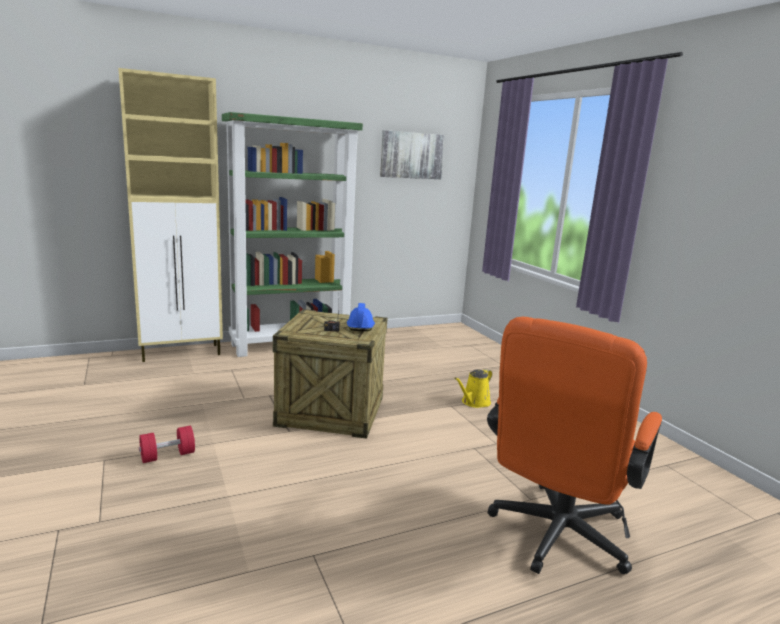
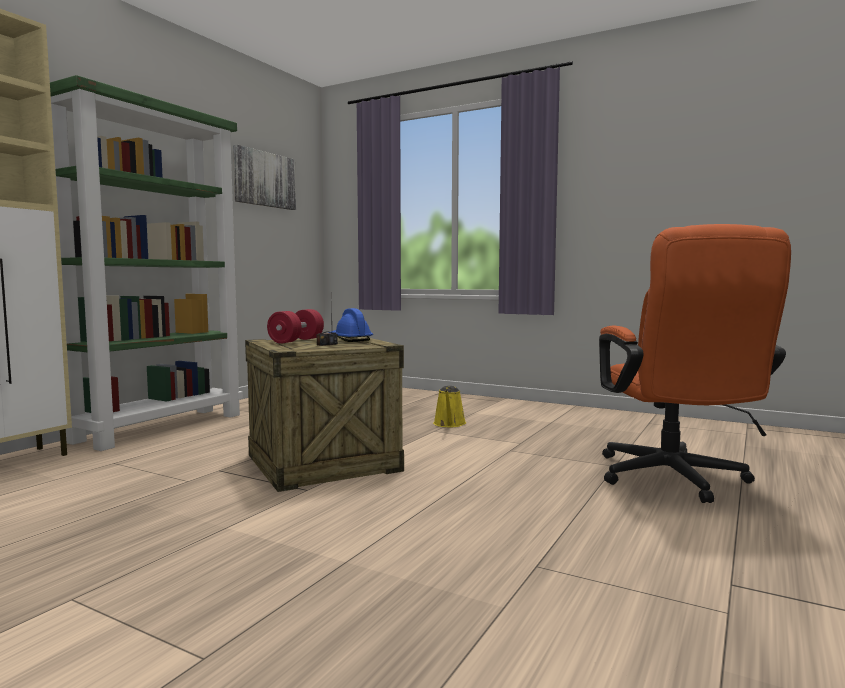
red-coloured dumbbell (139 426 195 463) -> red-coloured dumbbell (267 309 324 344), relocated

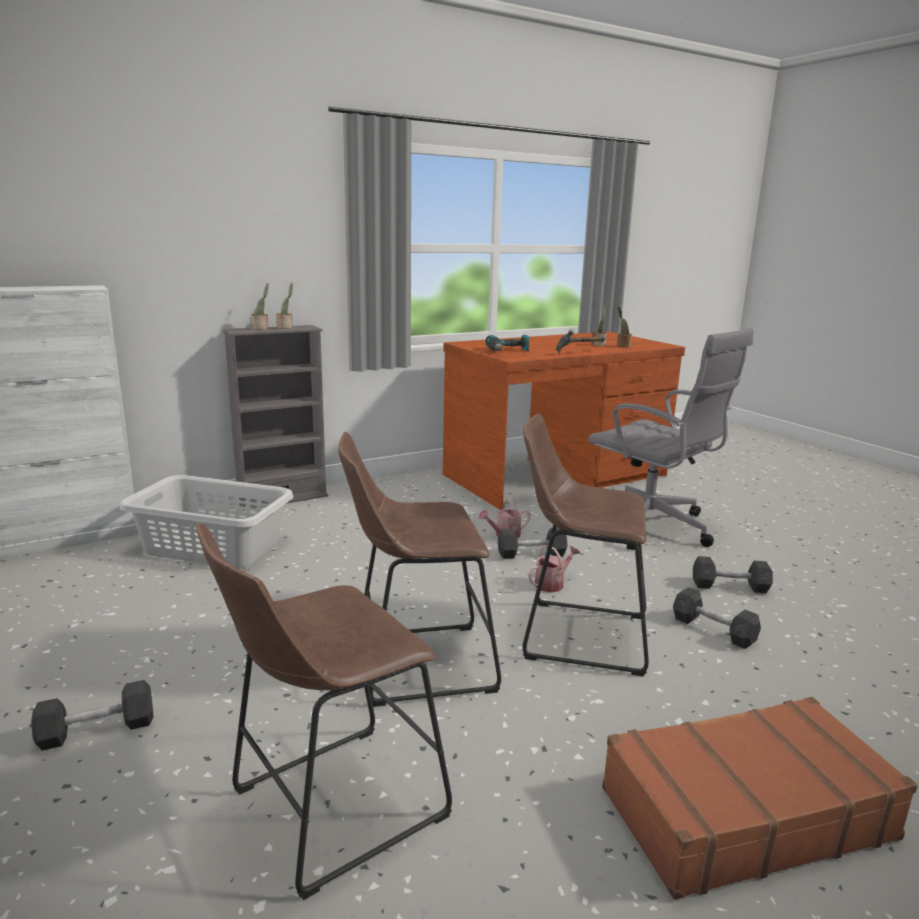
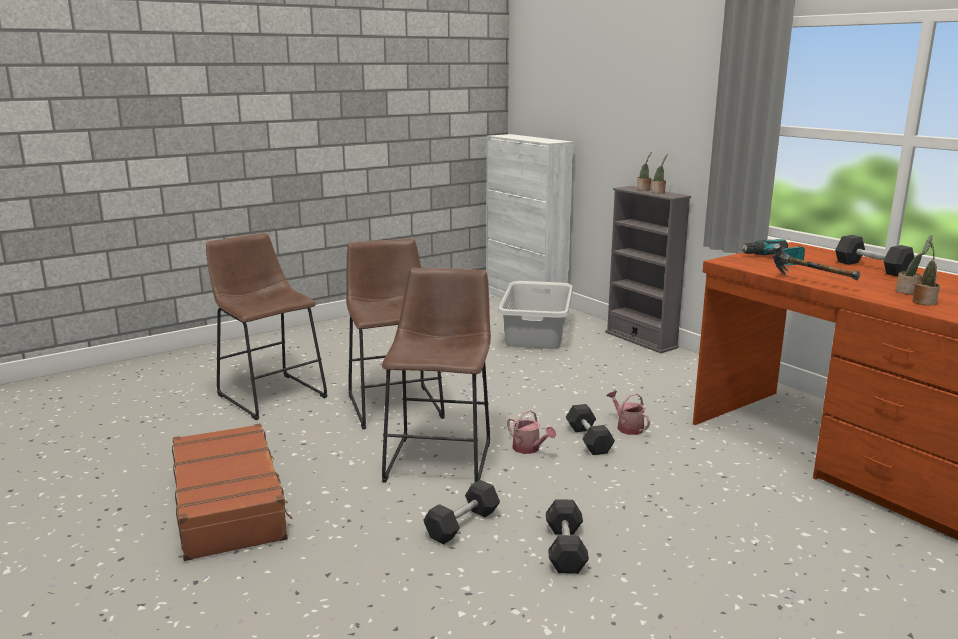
gray office chair (588 328 753 550) -> none
gray dumbbell (31 680 154 751) -> gray dumbbell (835 235 914 277), relocated

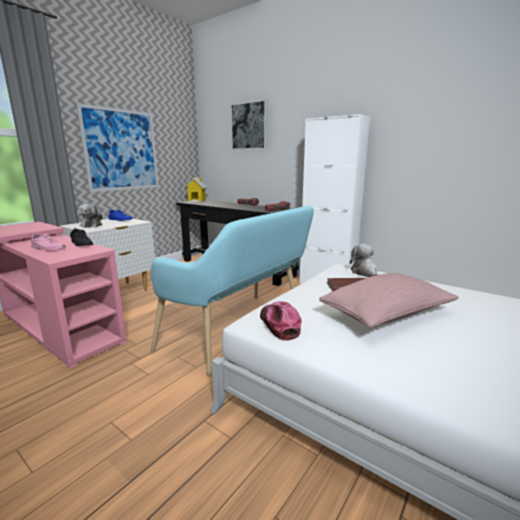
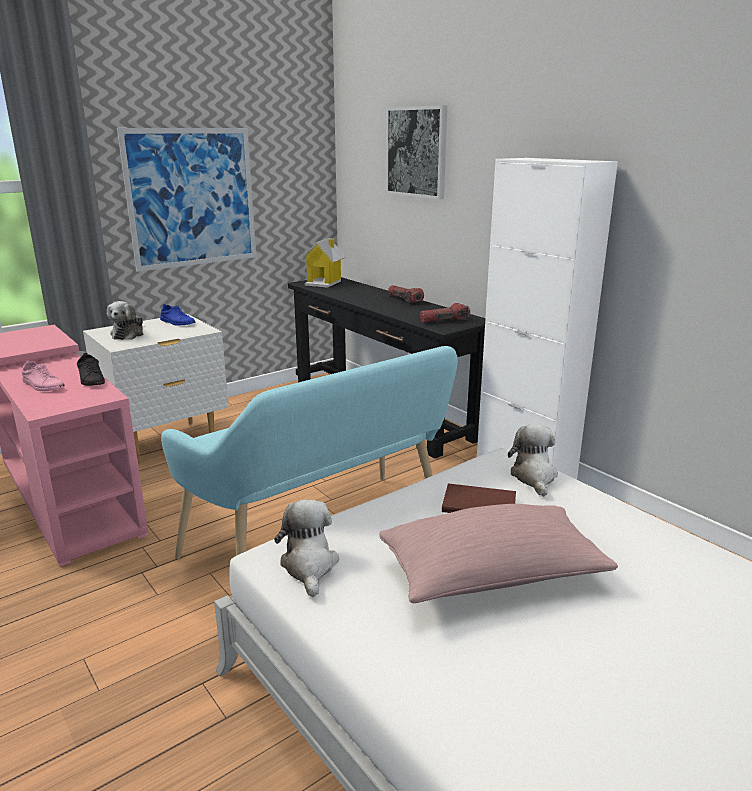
peaked cap (260 301 302 341) -> cuddly toy (274 499 339 597)

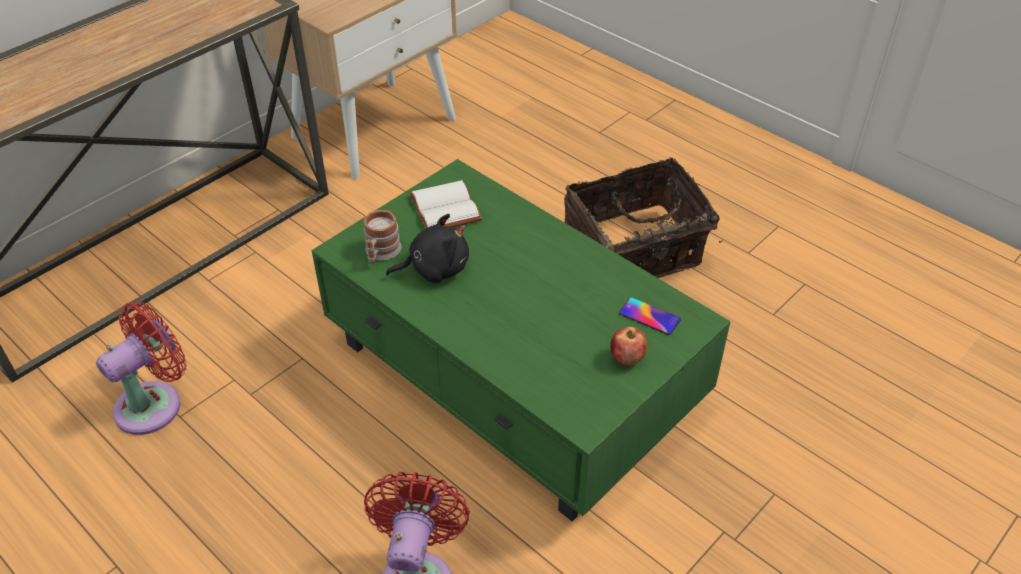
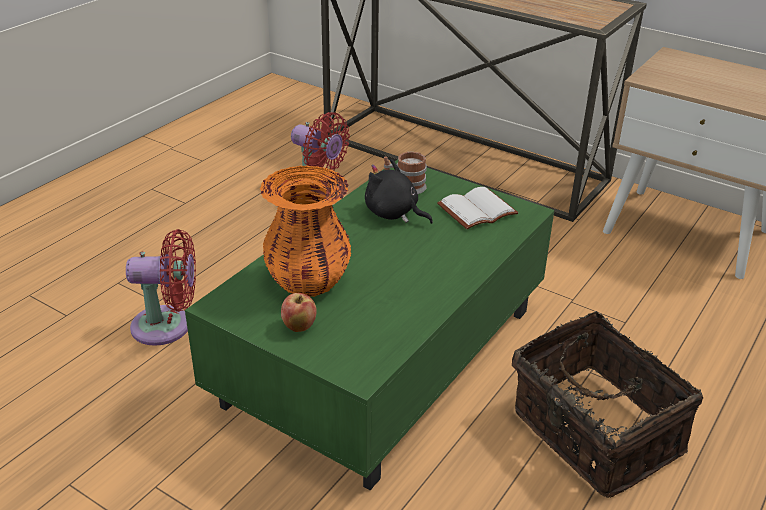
phone (619 297 681 335) -> none
none -> orangey vase (260 165 351 297)
black-coloured cuddly toy (386 214 469 283) -> black-coloured cuddly toy (365 159 433 224), 150 degrees clockwise

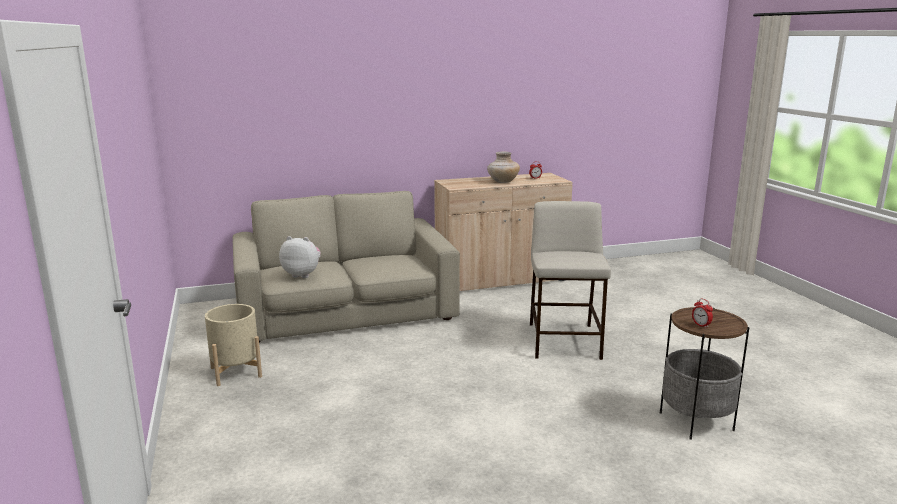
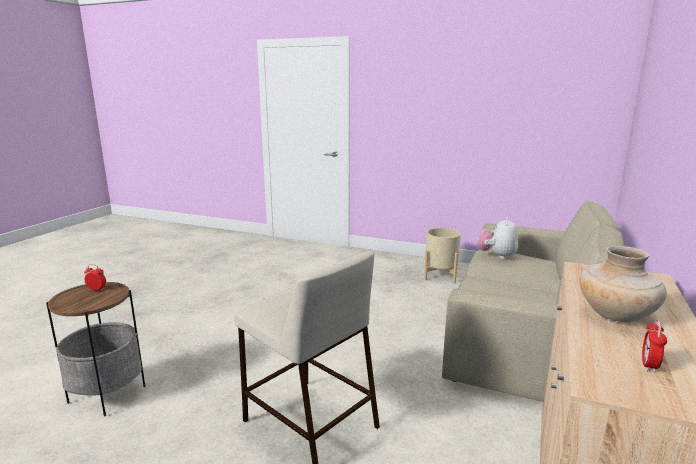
cuddly toy (279 236 321 278) -> cuddly toy (478 217 518 259), 150 degrees clockwise

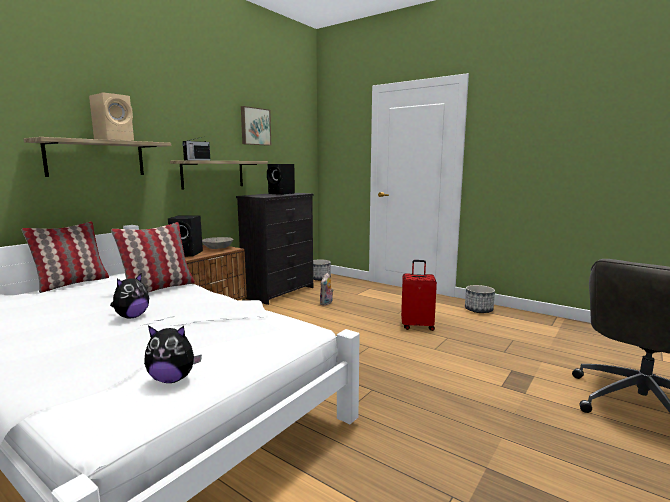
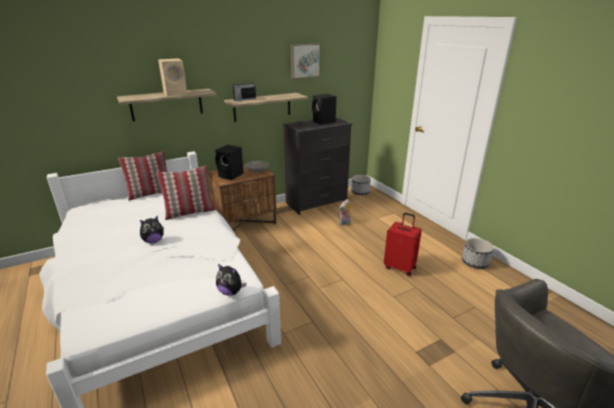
cuddly toy (144 326 202 383) -> cuddly toy (216 264 246 296), relocated

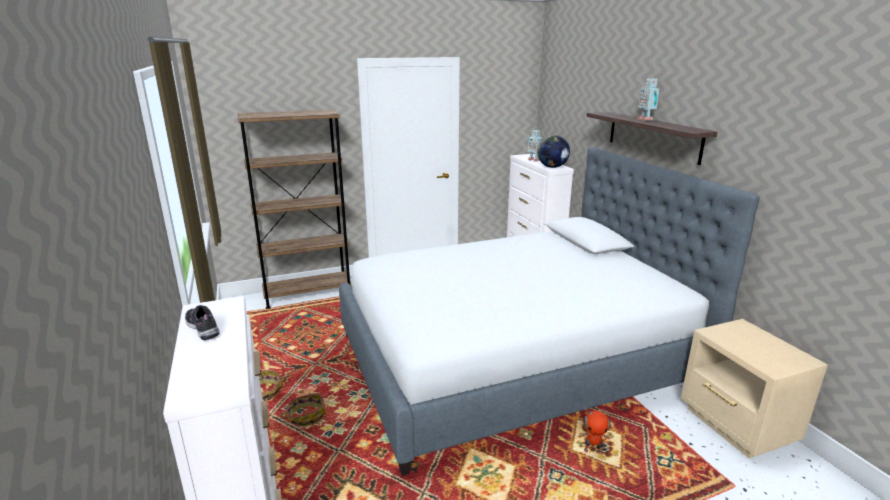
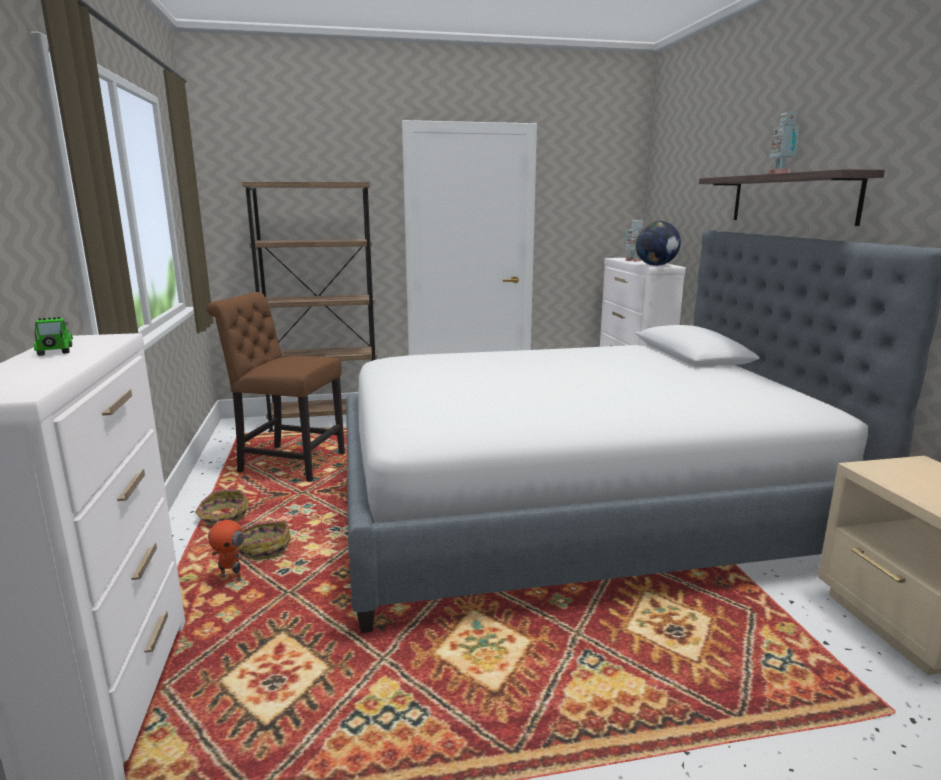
none -> brown-coloured chair (207 292 345 482)
model robot (580 407 610 454) -> model robot (208 513 247 582), relocated
shoe (185 305 220 340) -> miniature car (34 317 73 356)

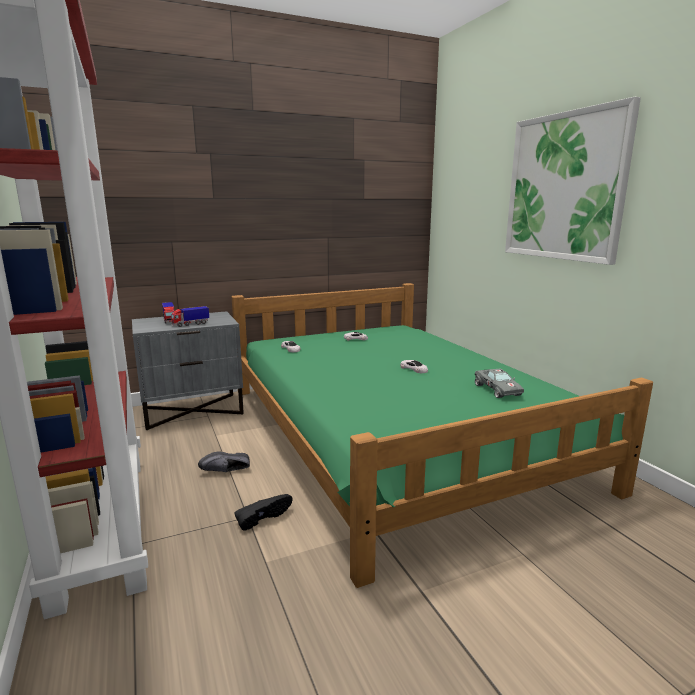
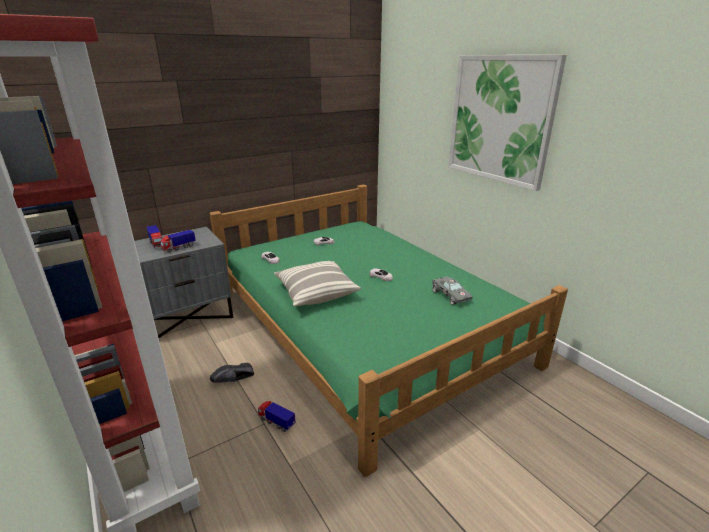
none -> throw pillow (274 261 361 306)
black-coloured shoe (234 494 293 531) -> toy truck (258 401 296 432)

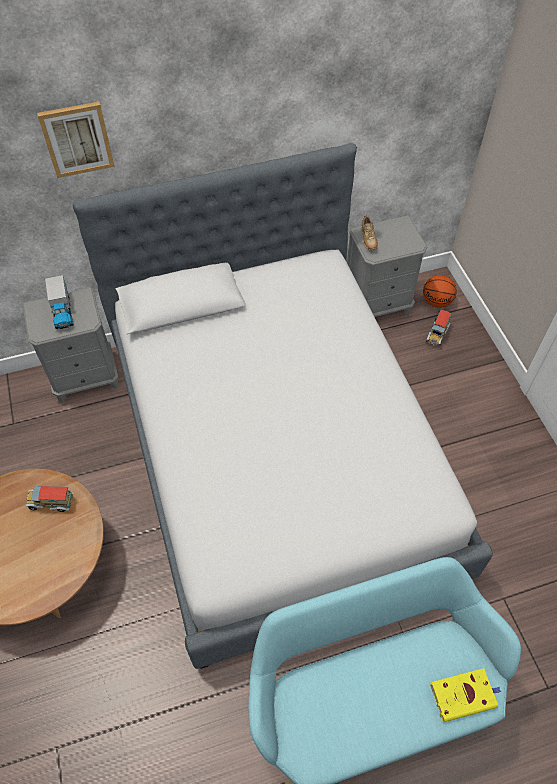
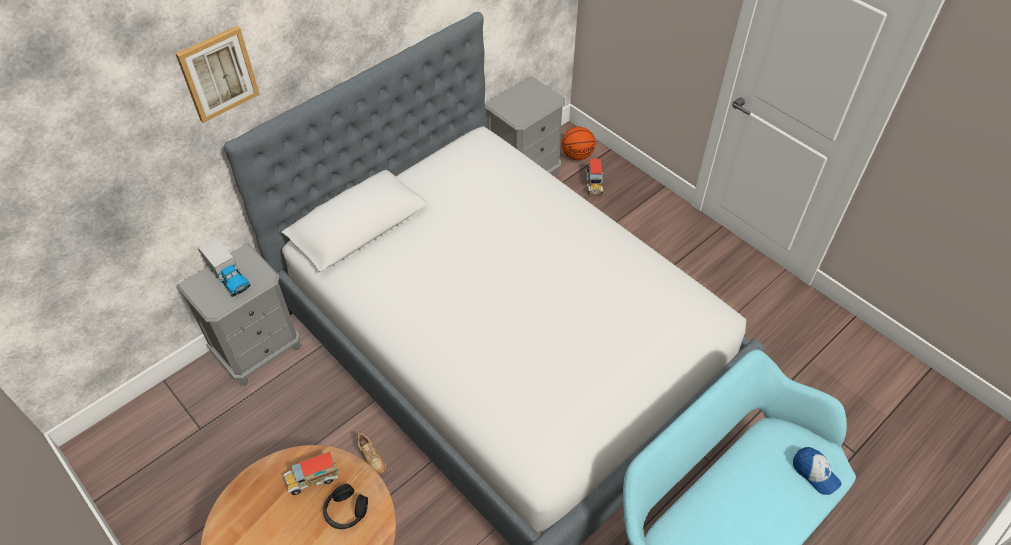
none -> black-coloured headphones (323 484 368 529)
beige-coloured shoe (361 215 378 250) -> beige-coloured shoe (357 433 386 474), relocated
yellow bound book (430 668 502 722) -> peaked cap (793 447 842 495)

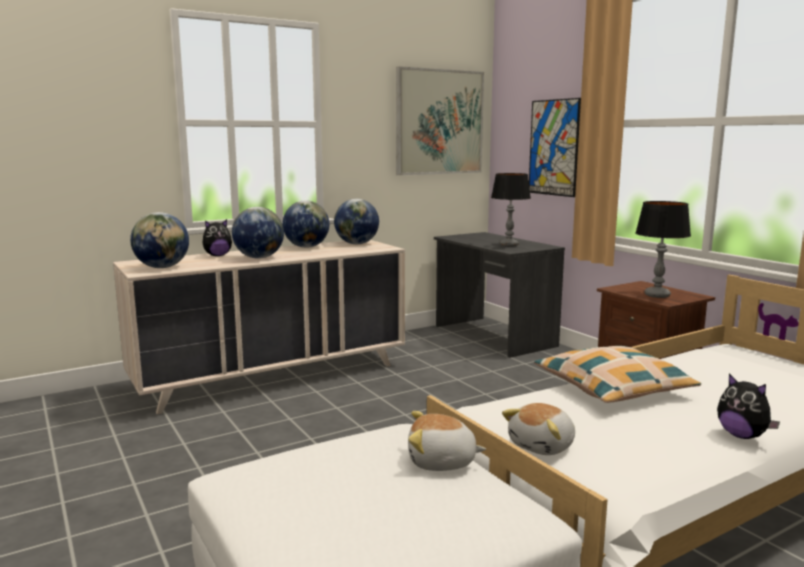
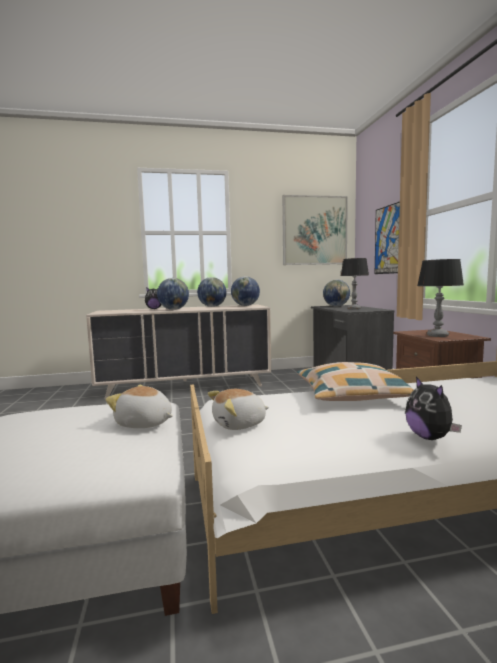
desk globe (130 212 189 268) -> desk globe (323 280 350 307), relocated

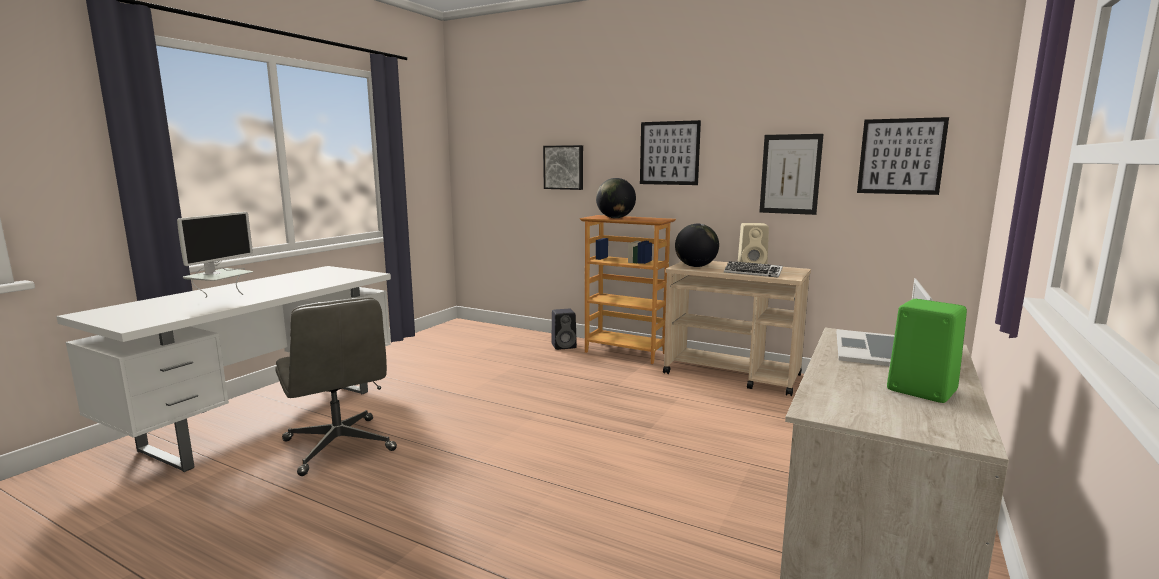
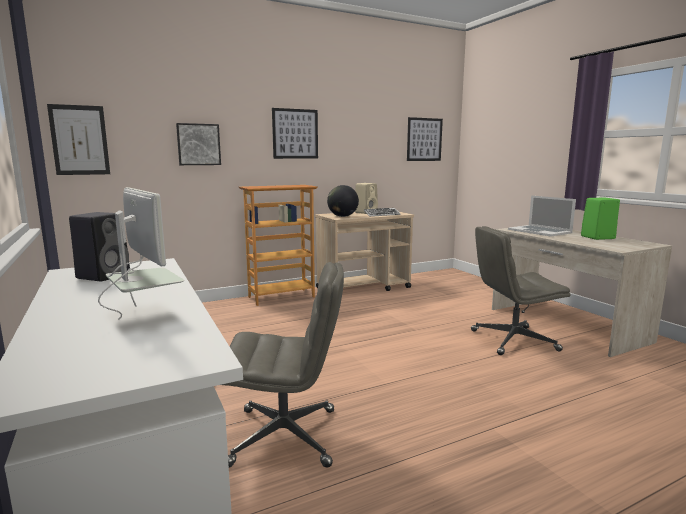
desk globe (596 178 636 218) -> none
none -> gray office chair (471 226 570 355)
black-coloured loudspeaker (551 309 577 350) -> black-coloured loudspeaker (69 212 130 281), relocated
wall art (759 134 823 215) -> wall art (47 104 110 175), relocated

